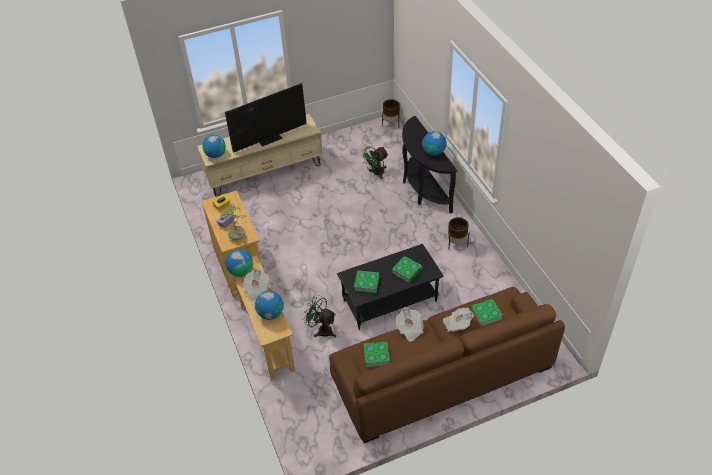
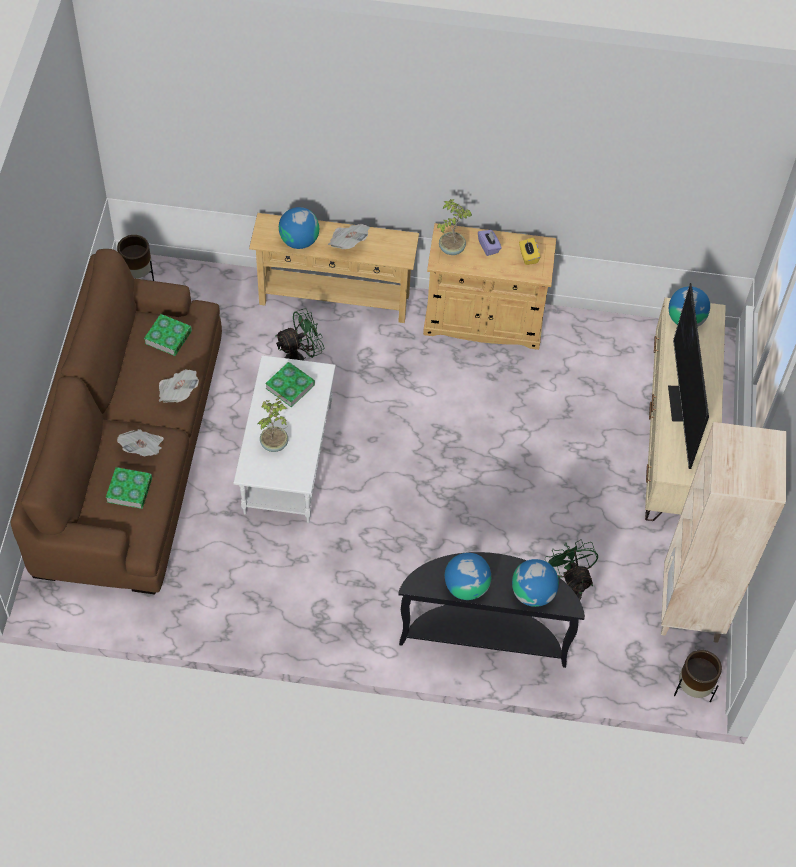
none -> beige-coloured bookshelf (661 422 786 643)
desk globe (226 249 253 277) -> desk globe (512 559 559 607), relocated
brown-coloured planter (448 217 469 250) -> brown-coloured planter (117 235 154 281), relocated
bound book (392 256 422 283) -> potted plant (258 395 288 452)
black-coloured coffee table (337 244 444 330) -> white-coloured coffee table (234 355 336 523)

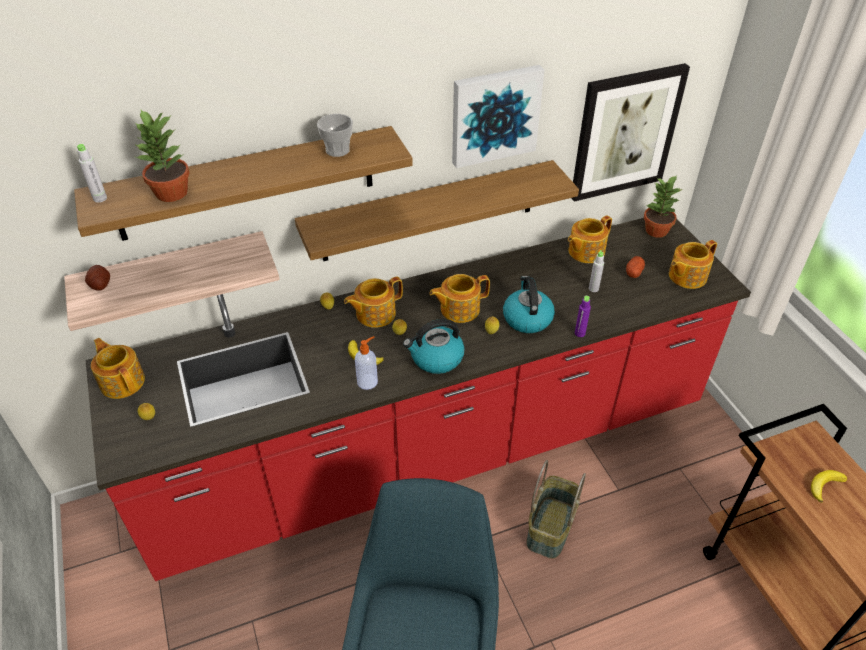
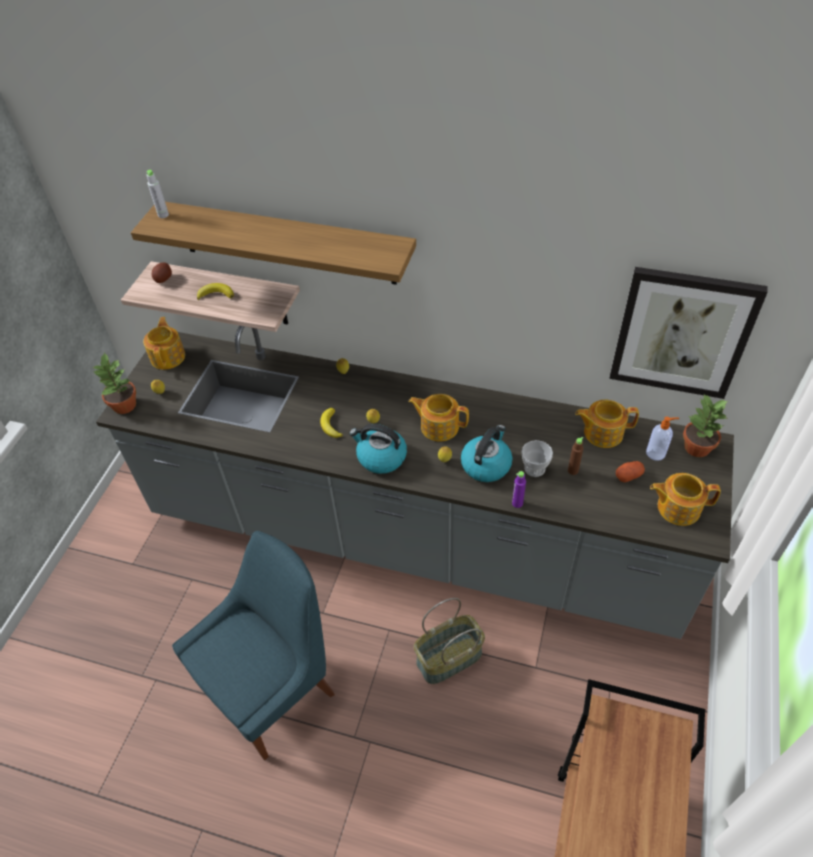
shelf (295 160 579 261) -> none
tea pot (344 277 403 328) -> none
wall art (452 65 544 168) -> none
potted plant (136 110 190 202) -> potted plant (92 352 136 414), relocated
cup (317 114 353 157) -> cup (522 440 553 477), relocated
liquid soap bottle (355 336 378 390) -> liquid soap bottle (646 417 679 461), relocated
banana (811 470 847 503) -> banana (197 283 234 300), relocated
red-coloured kitchen base unit (86 218 751 581) -> gray kitchen base unit (96 326 734 639)
gray beverage bottle (589 250 604 292) -> brown-coloured beverage bottle (568 437 583 475)

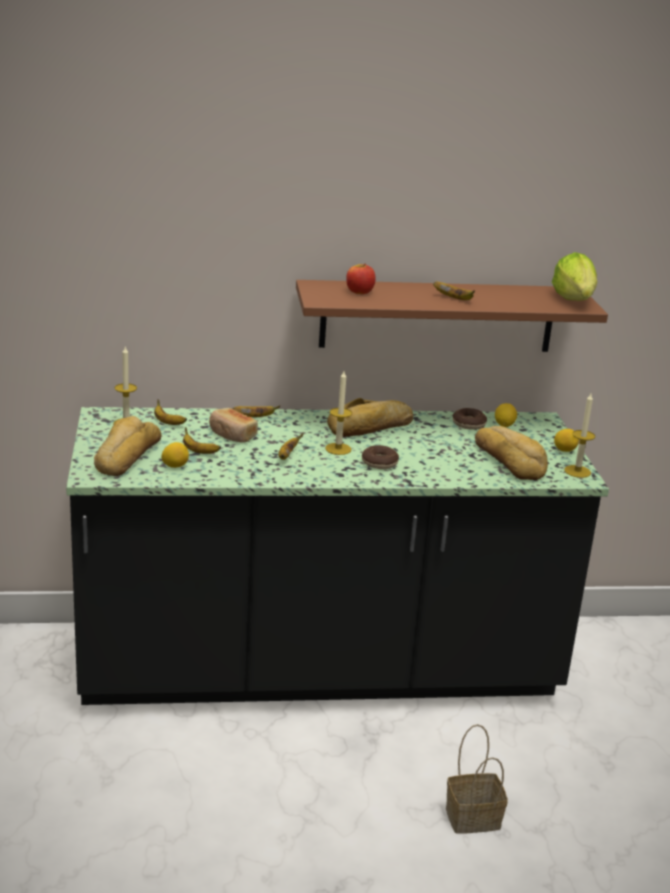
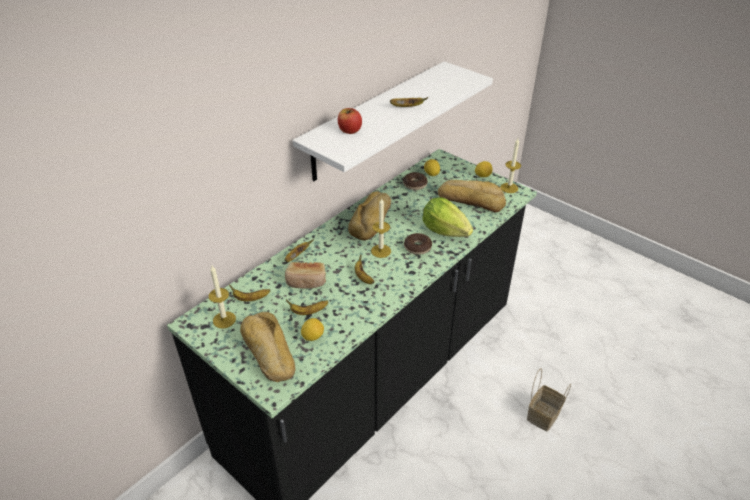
lettuce (552 252 597 301) -> lettuce (422 197 473 237), relocated
brown-coloured shelf (296 280 608 352) -> white-coloured shelf (292 61 493 181)

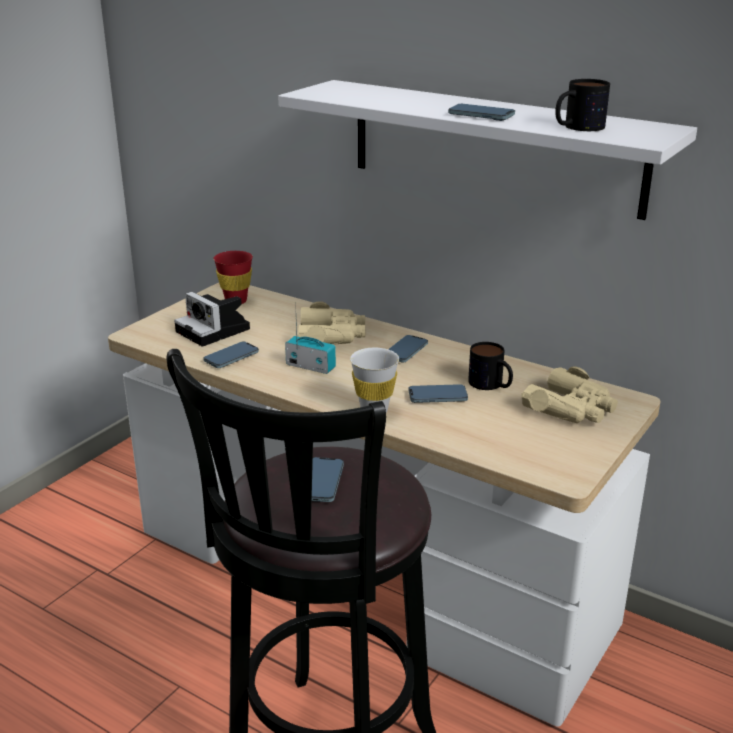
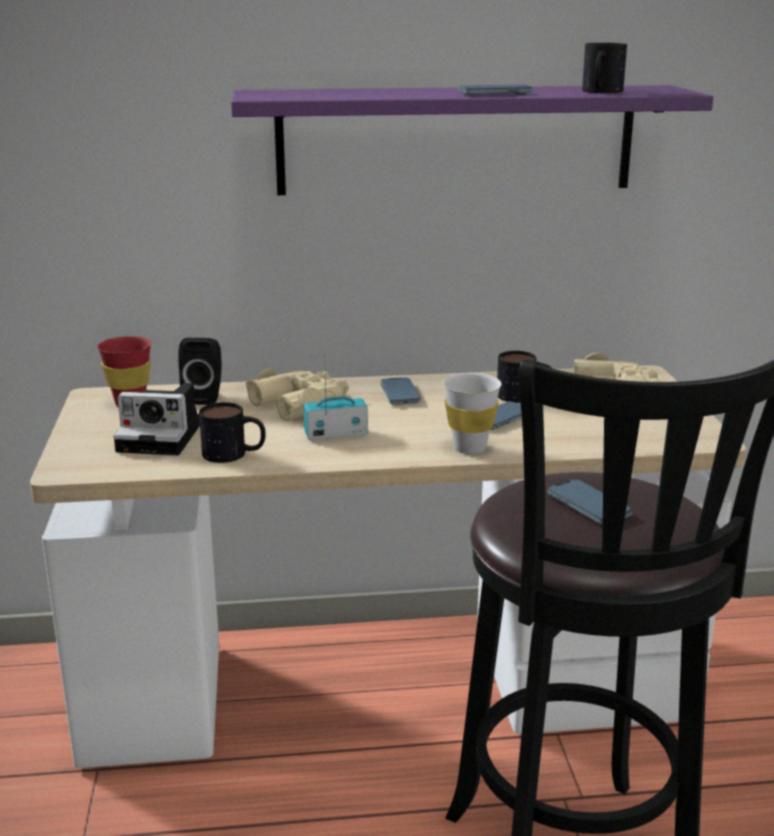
none -> black-coloured loudspeaker (178 338 222 405)
phone (203 341 259 368) -> tea mug (199 402 266 463)
white-coloured shelf (278 80 697 220) -> purple shelf (231 85 714 195)

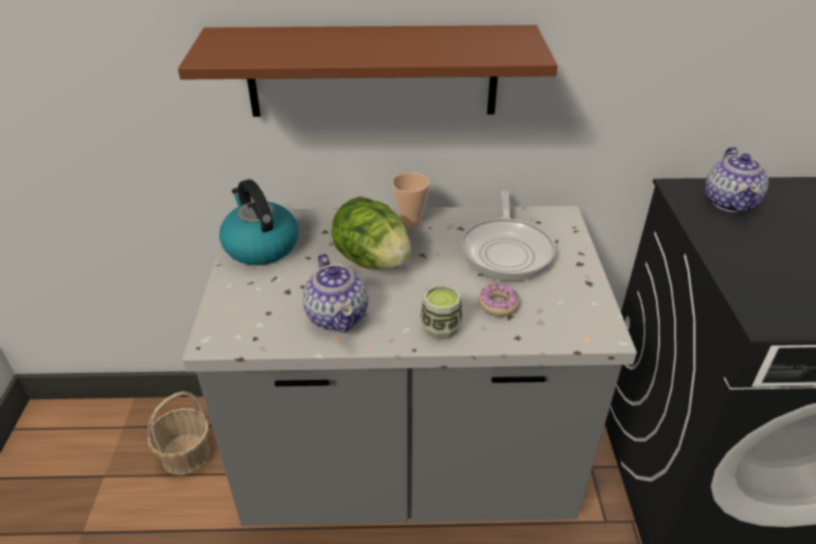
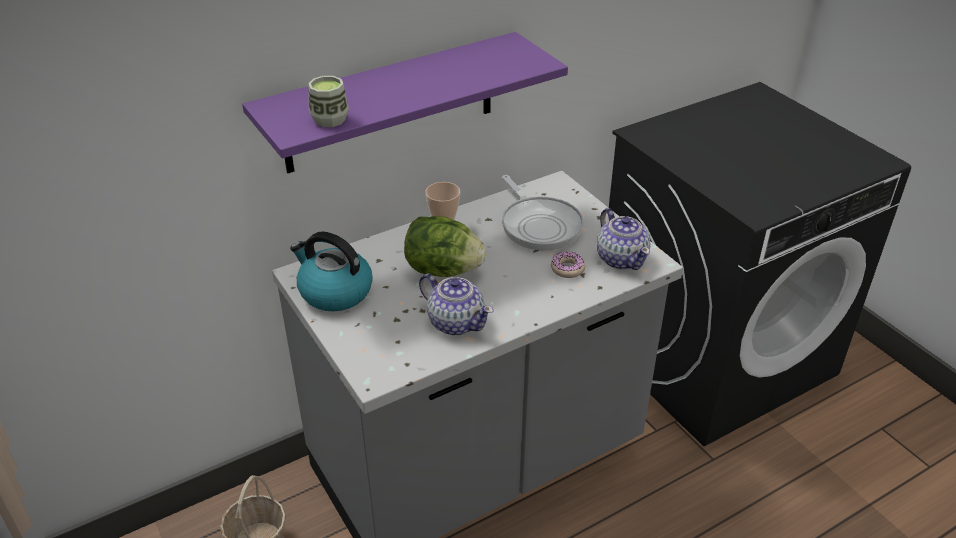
cup (420 285 462 340) -> cup (308 76 349 127), relocated
tea pot (705 147 769 212) -> tea pot (597 208 650 270), relocated
brown-coloured shelf (178 25 558 117) -> purple shelf (242 32 568 173)

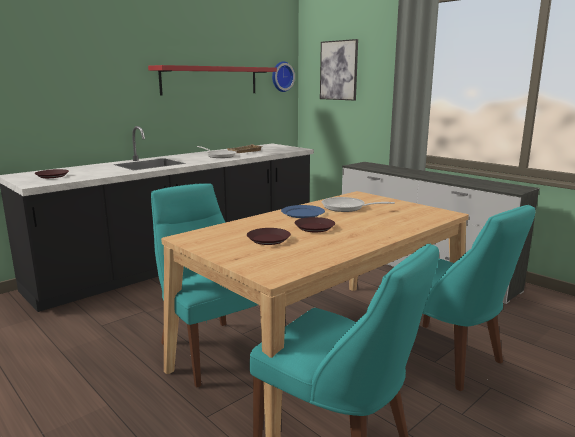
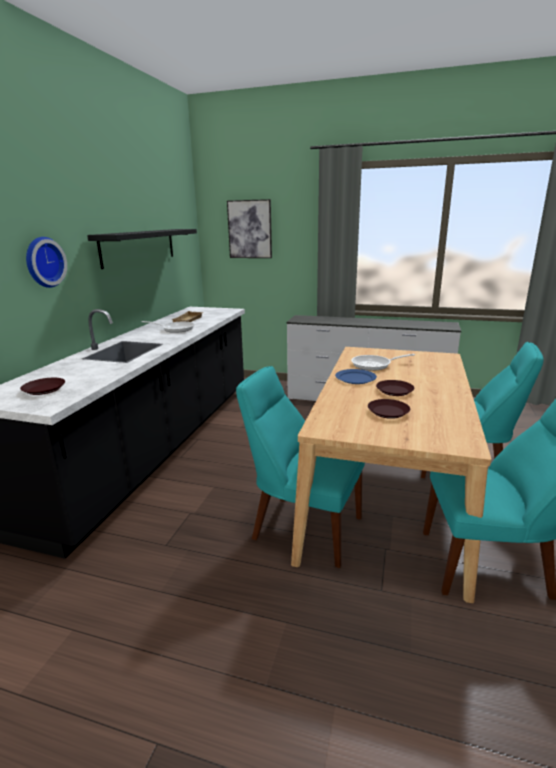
hanging clock (272 62 295 92) -> hanging clock (26 237 67 288), relocated
red-coloured shelf (148 65 277 96) -> black-coloured shelf (87 229 197 269)

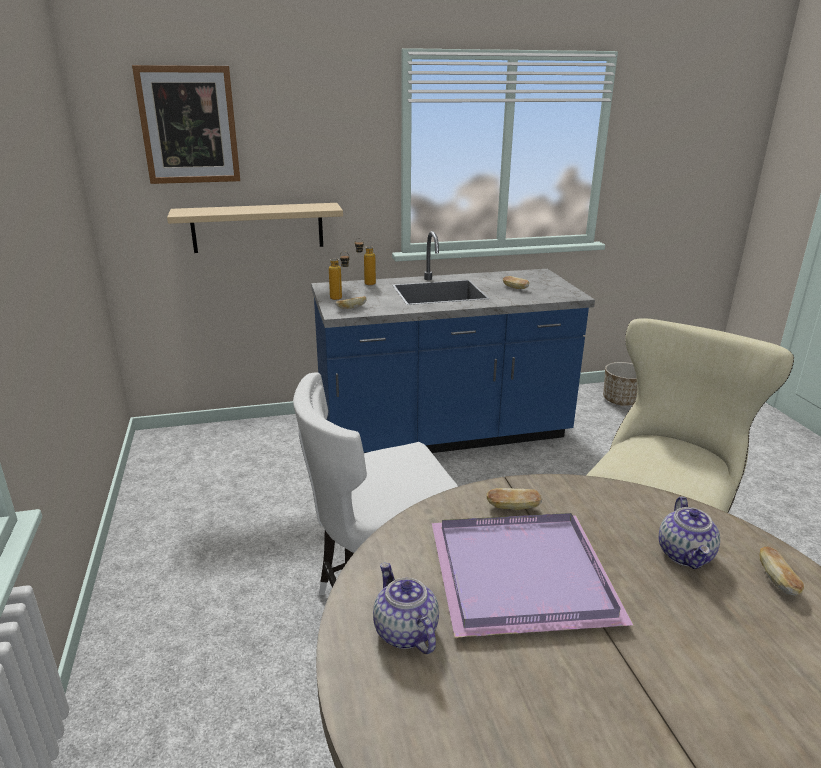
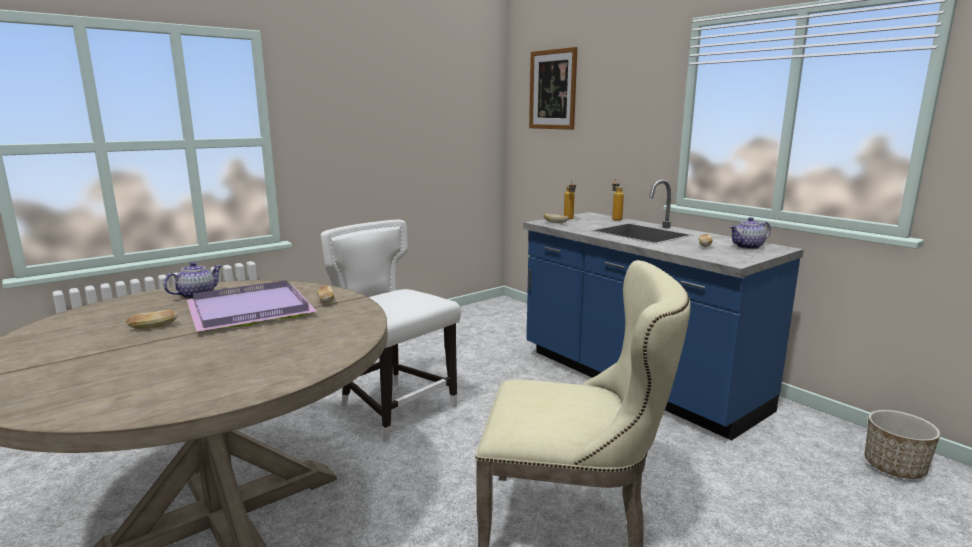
beige-coloured shelf (167 203 343 253) -> none
tea pot (659 497 720 569) -> tea pot (730 217 771 249), relocated
bakery bread (759 547 804 596) -> bakery bread (126 310 177 329), relocated

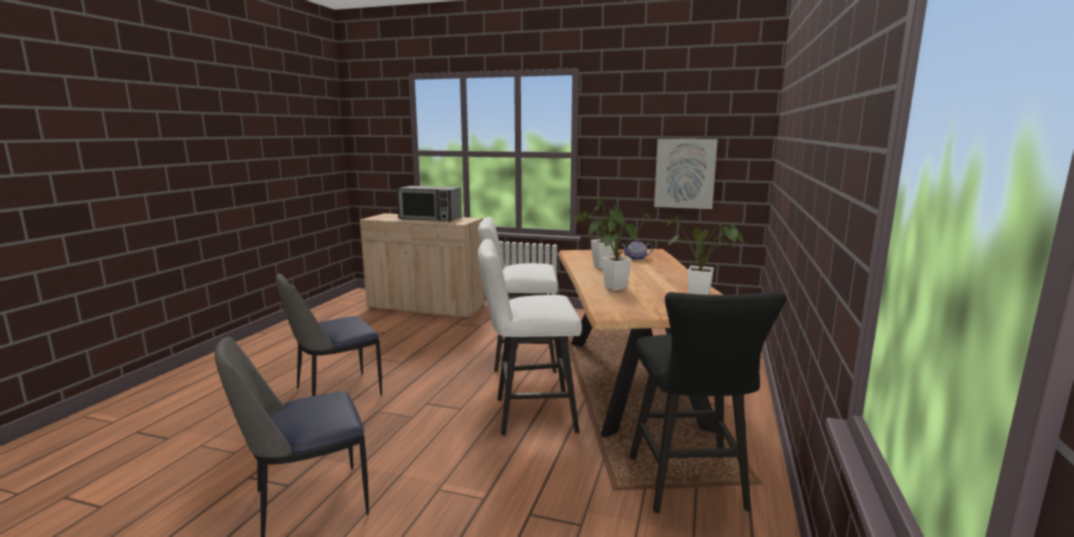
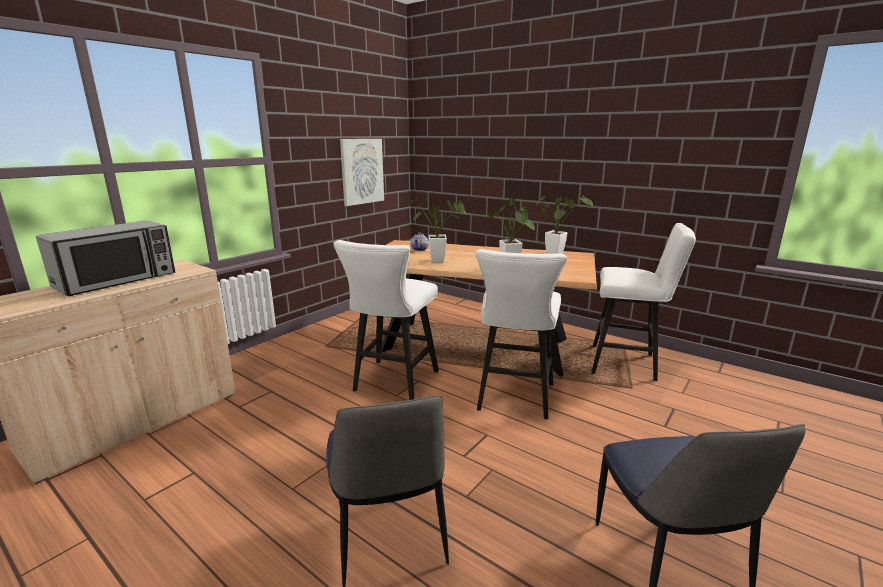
black-coloured stool seat (629 291 786 513) -> white-coloured stool seat (591 223 696 381)

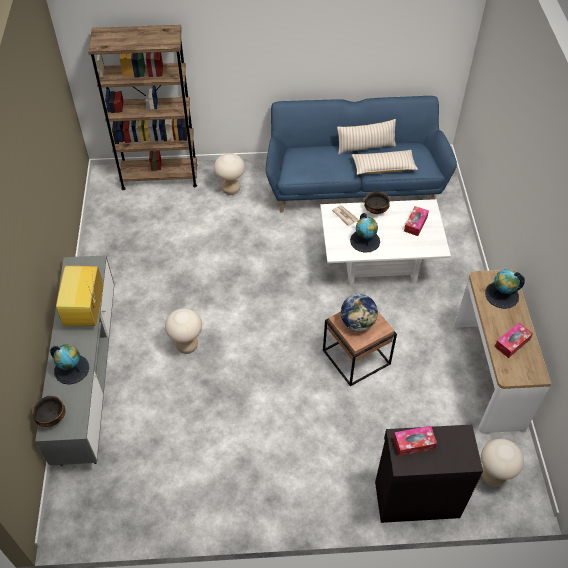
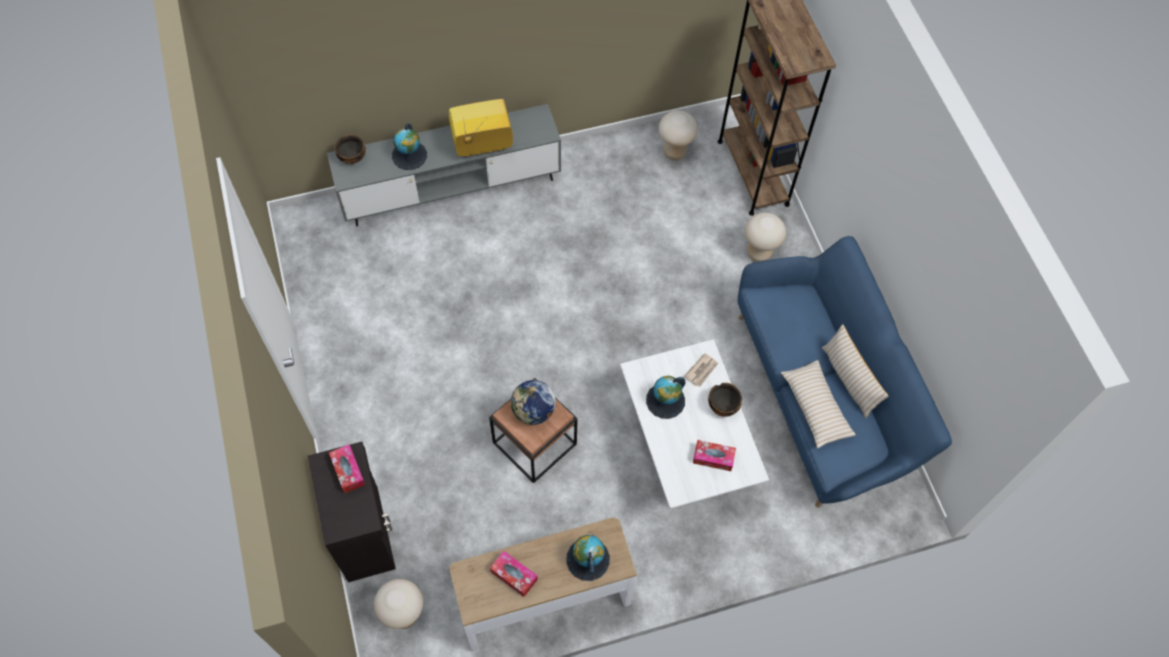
beige-coloured stool seat (165 308 202 354) -> beige-coloured stool seat (659 110 698 161), relocated

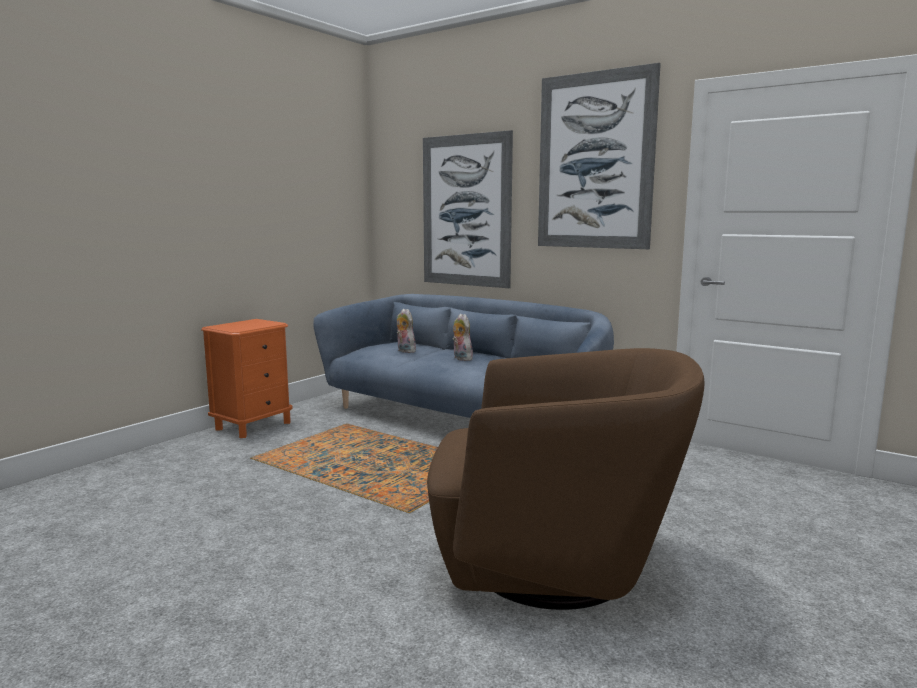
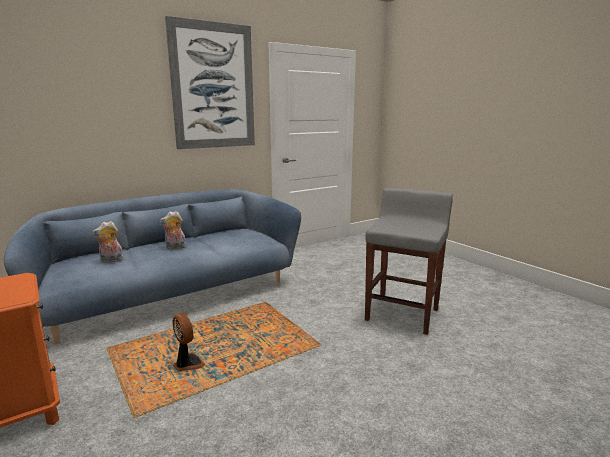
wall art (423 130 513 288) -> none
none -> cooling fan (172 313 206 371)
brown-coloured lounge chair (427 348 704 610) -> gray stool seat (365 188 453 335)

